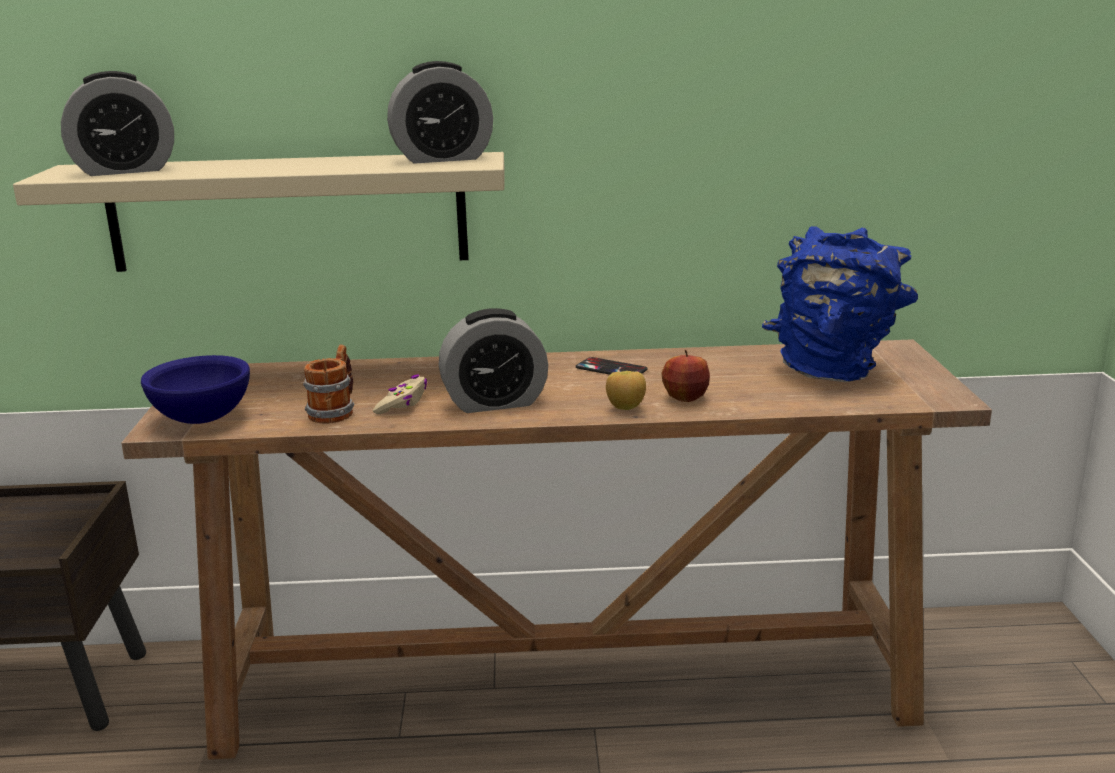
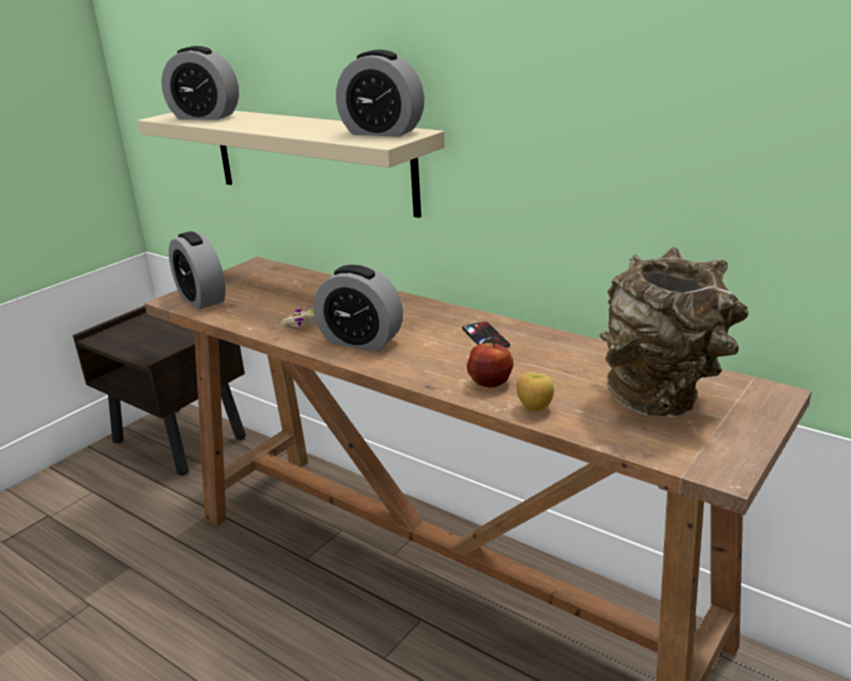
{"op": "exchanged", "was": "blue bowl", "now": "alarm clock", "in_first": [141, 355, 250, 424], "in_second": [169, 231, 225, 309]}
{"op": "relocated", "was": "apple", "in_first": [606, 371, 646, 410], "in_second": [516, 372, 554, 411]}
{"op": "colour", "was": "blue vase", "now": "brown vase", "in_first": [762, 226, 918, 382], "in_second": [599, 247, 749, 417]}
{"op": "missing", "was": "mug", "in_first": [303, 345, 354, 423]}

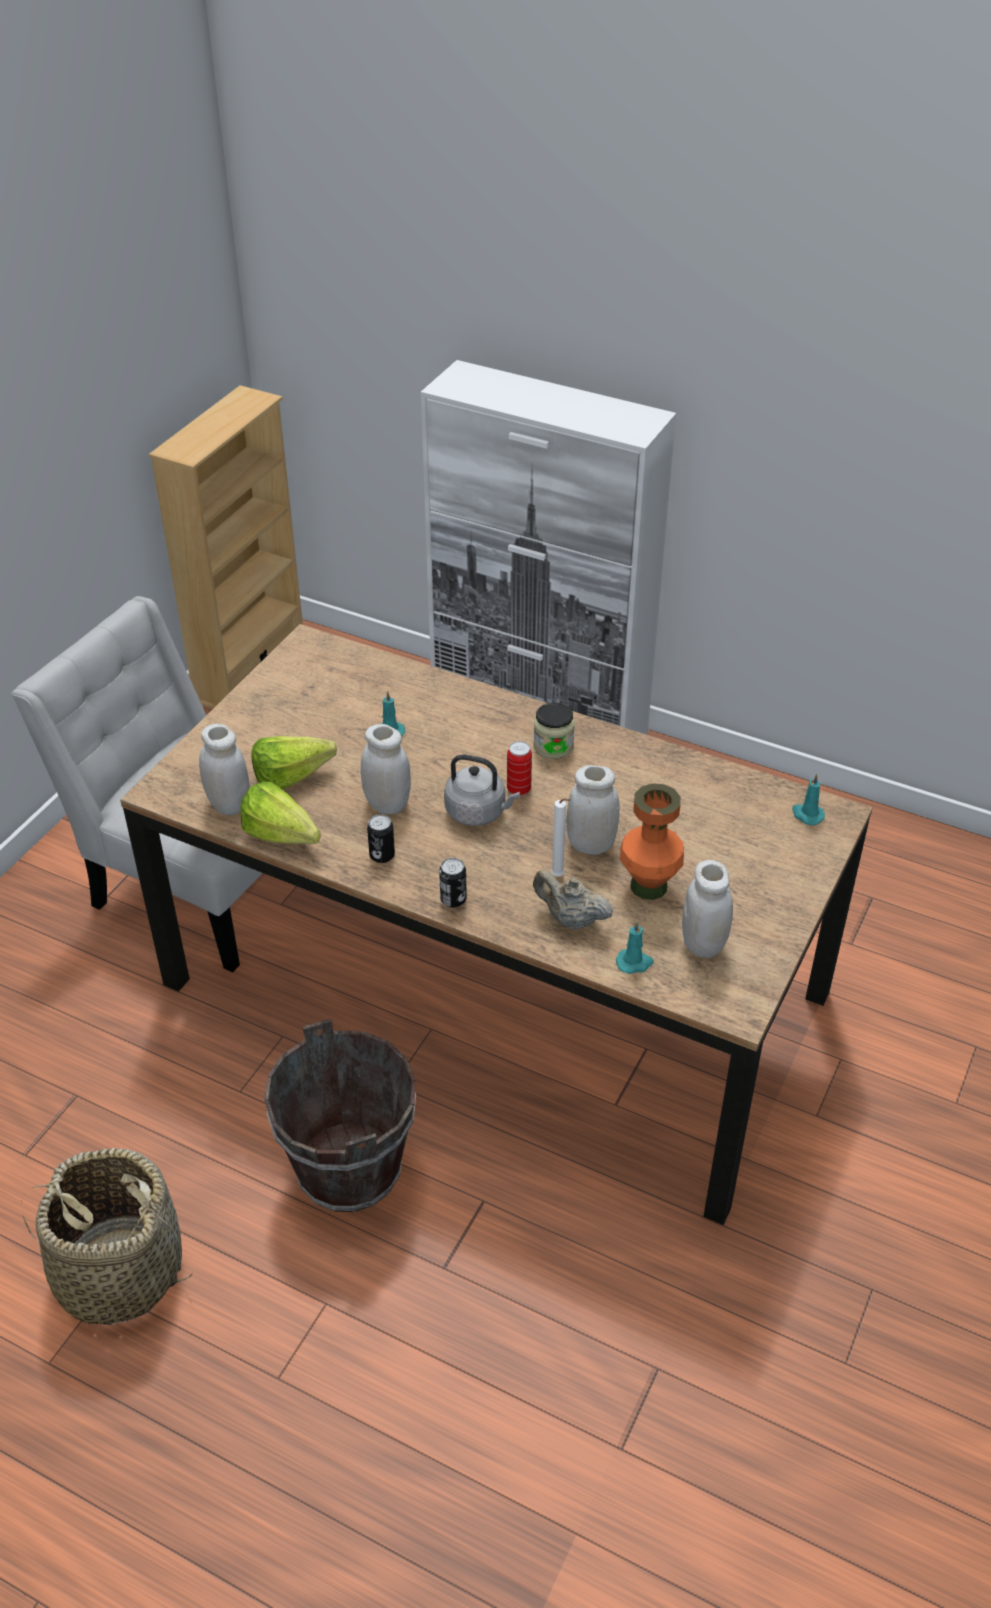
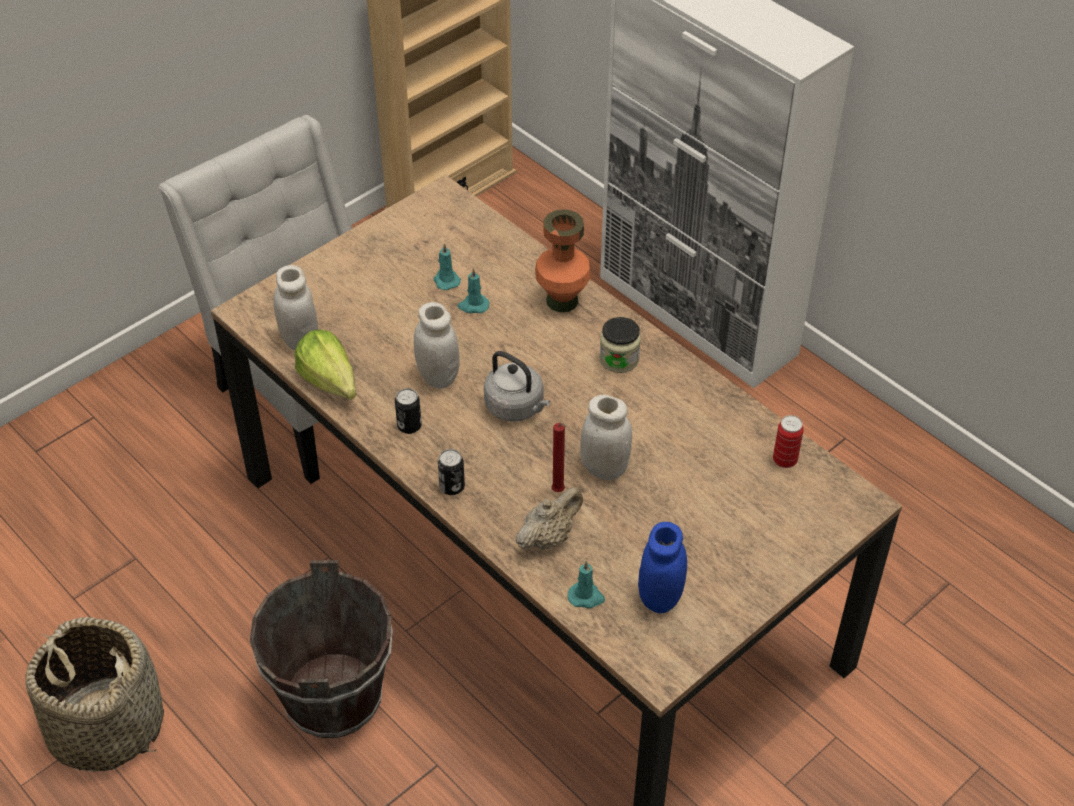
{"op": "relocated", "was": "turquoise candle", "in_first": [792, 774, 825, 825], "in_second": [434, 243, 461, 290]}
{"op": "spun", "was": "beige teapot", "in_first": [533, 870, 613, 930], "in_second": [516, 487, 583, 550], "clockwise": 90}
{"op": "relocated", "was": "orange vase", "in_first": [620, 783, 684, 900], "in_second": [535, 209, 591, 312]}
{"op": "colour", "was": "white candle", "now": "red candle", "in_first": [551, 798, 571, 877], "in_second": [552, 423, 566, 492]}
{"op": "colour", "was": "white jar", "now": "blue jar", "in_first": [682, 860, 733, 958], "in_second": [638, 522, 687, 613]}
{"op": "relocated", "was": "can", "in_first": [507, 741, 532, 796], "in_second": [773, 415, 804, 468]}
{"op": "missing", "was": "lettuce", "in_first": [251, 736, 337, 789]}

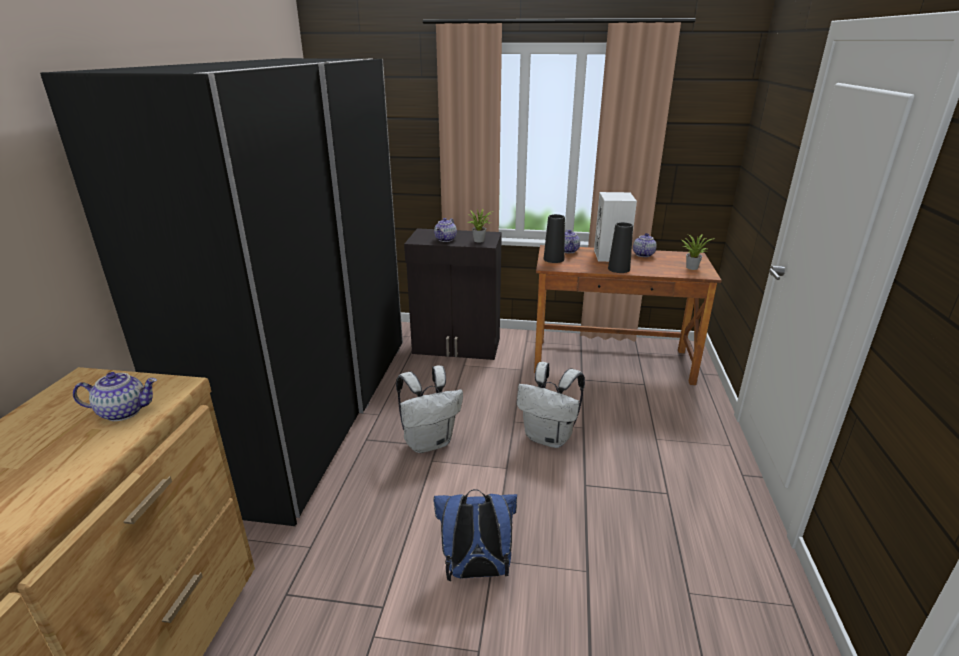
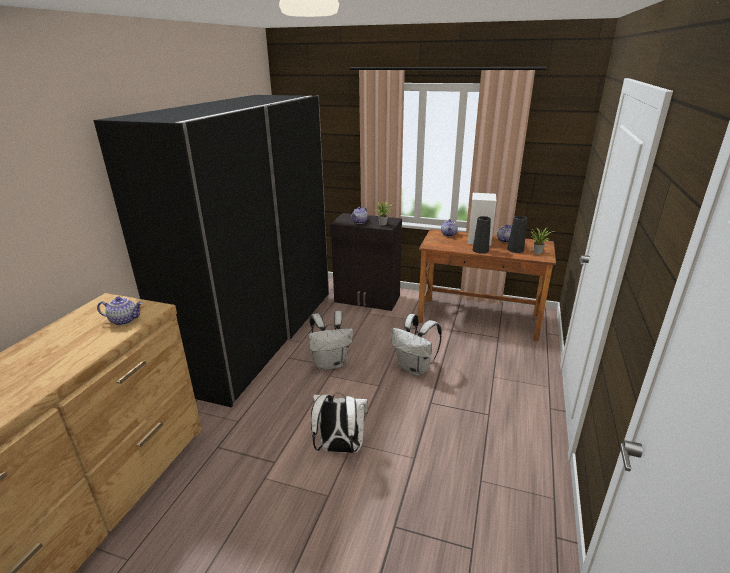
{"op": "colour", "was": "blue backpack", "now": "white backpack", "in_first": [433, 489, 517, 581], "in_second": [311, 392, 368, 453]}
{"op": "relocated", "was": "black vase", "in_first": [544, 214, 565, 263], "in_second": [507, 216, 527, 253]}

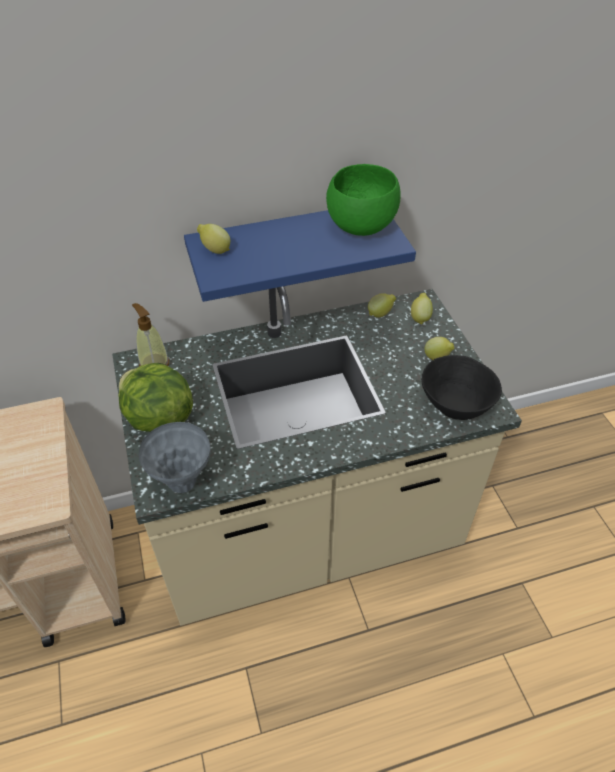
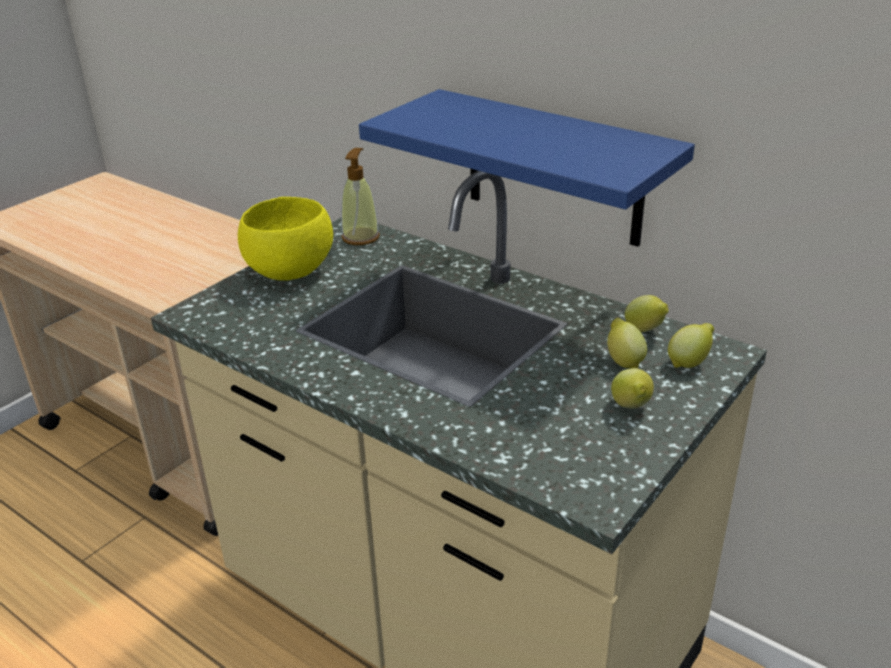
{"op": "exchanged", "was": "lettuce", "now": "yellow bowl", "in_first": [119, 363, 193, 432], "in_second": [238, 197, 333, 281]}
{"op": "relocated", "was": "lemon", "in_first": [197, 224, 230, 254], "in_second": [607, 318, 647, 369]}
{"op": "missing", "was": "grey vase", "in_first": [139, 422, 211, 493]}
{"op": "missing", "was": "green bowl", "in_first": [326, 164, 401, 236]}
{"op": "missing", "was": "black bowl", "in_first": [421, 355, 502, 420]}

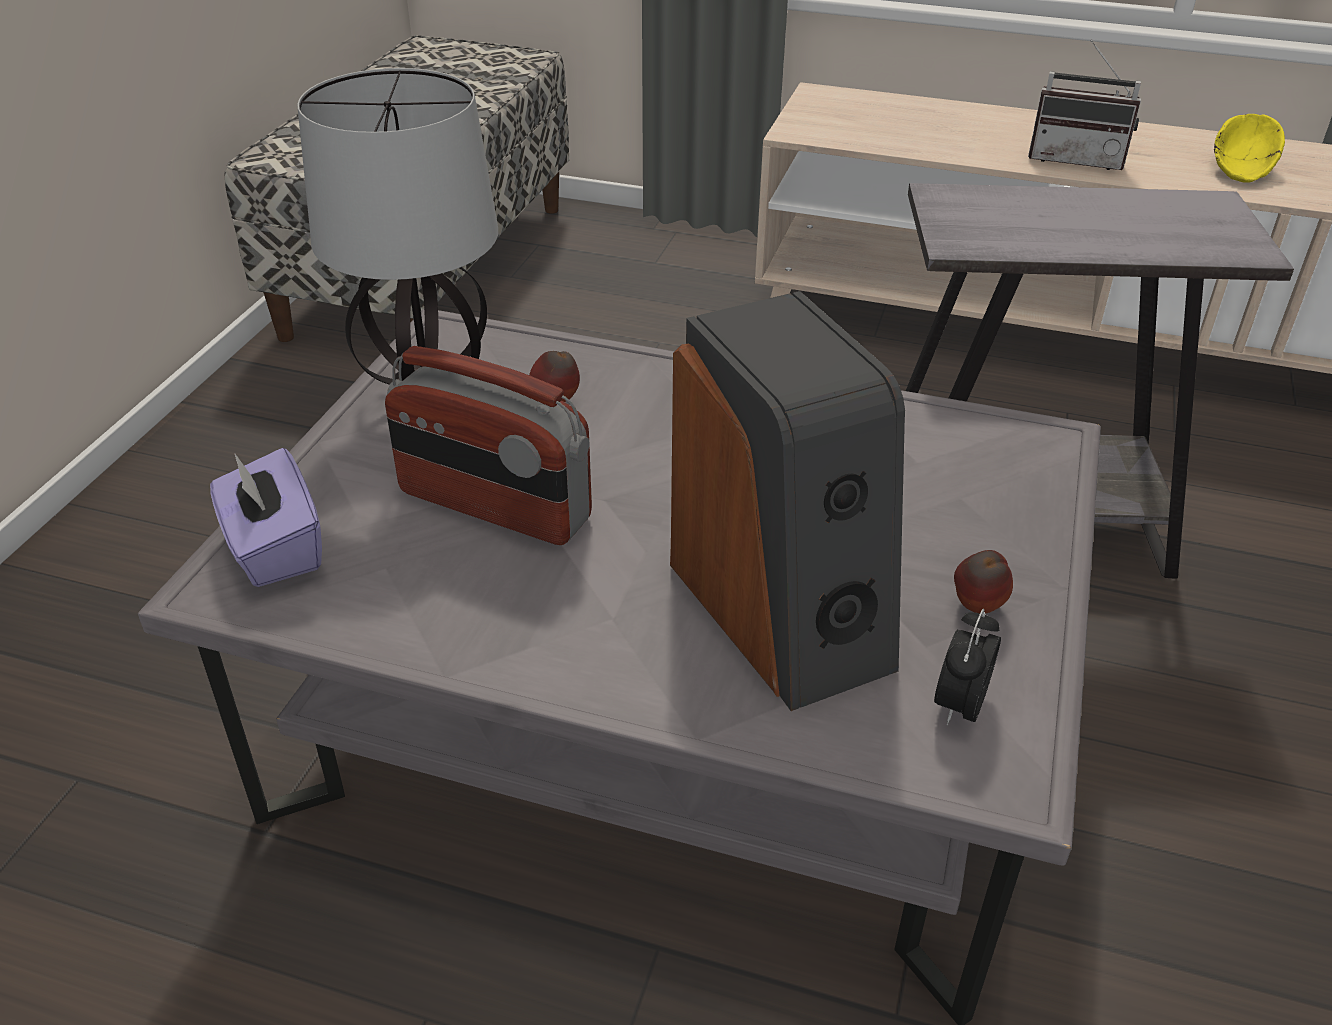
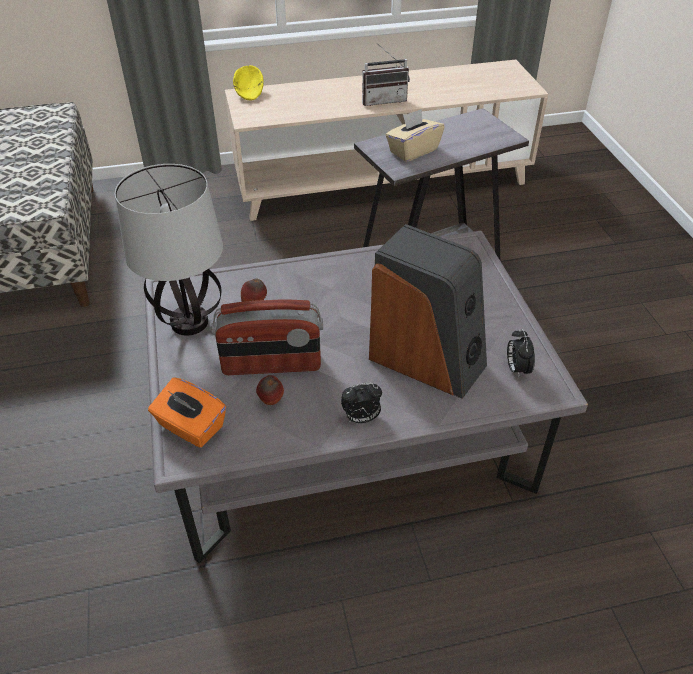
{"op": "colour", "was": "purple tissue box", "now": "orange tissue box", "in_first": [210, 448, 322, 587], "in_second": [148, 378, 226, 448]}
{"op": "relocated", "was": "yellow bowl", "in_first": [1214, 114, 1285, 183], "in_second": [233, 65, 264, 100]}
{"op": "relocated", "was": "apple", "in_first": [954, 550, 1013, 614], "in_second": [256, 375, 284, 405]}
{"op": "appeared", "now": "alarm clock", "in_second": [341, 383, 382, 423]}
{"op": "appeared", "now": "beige tissue box", "in_second": [385, 109, 445, 162]}

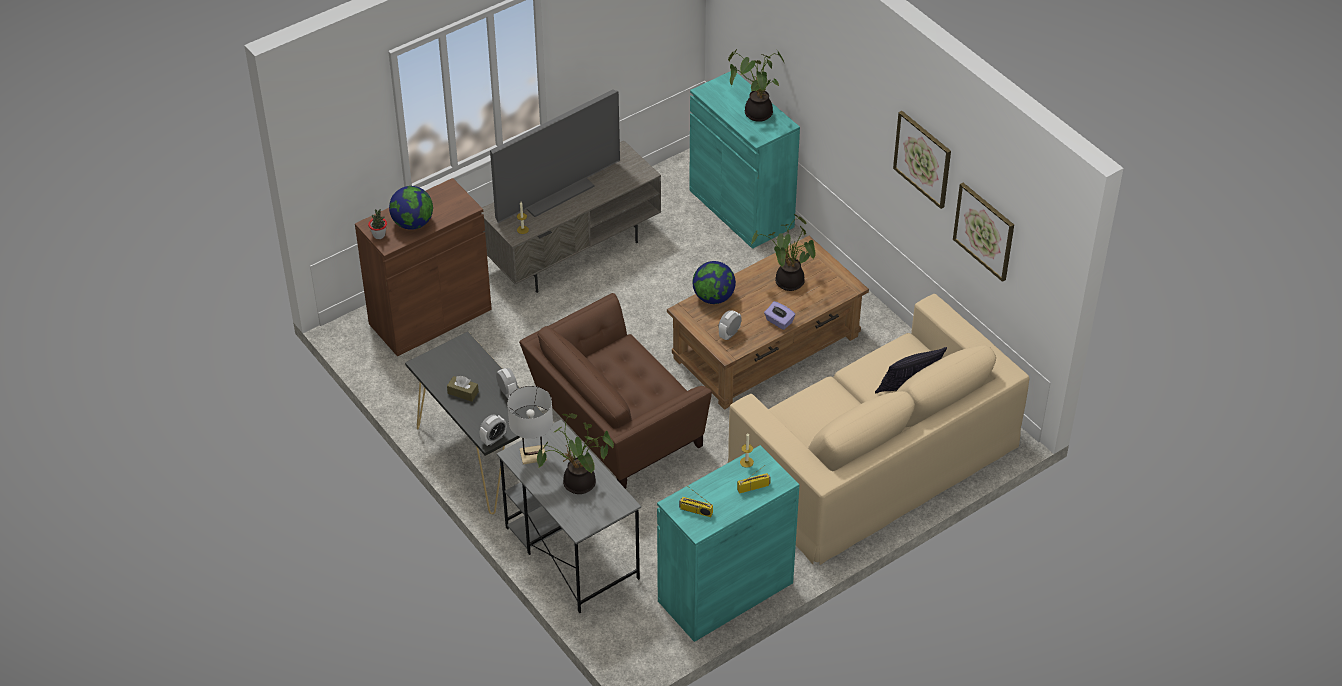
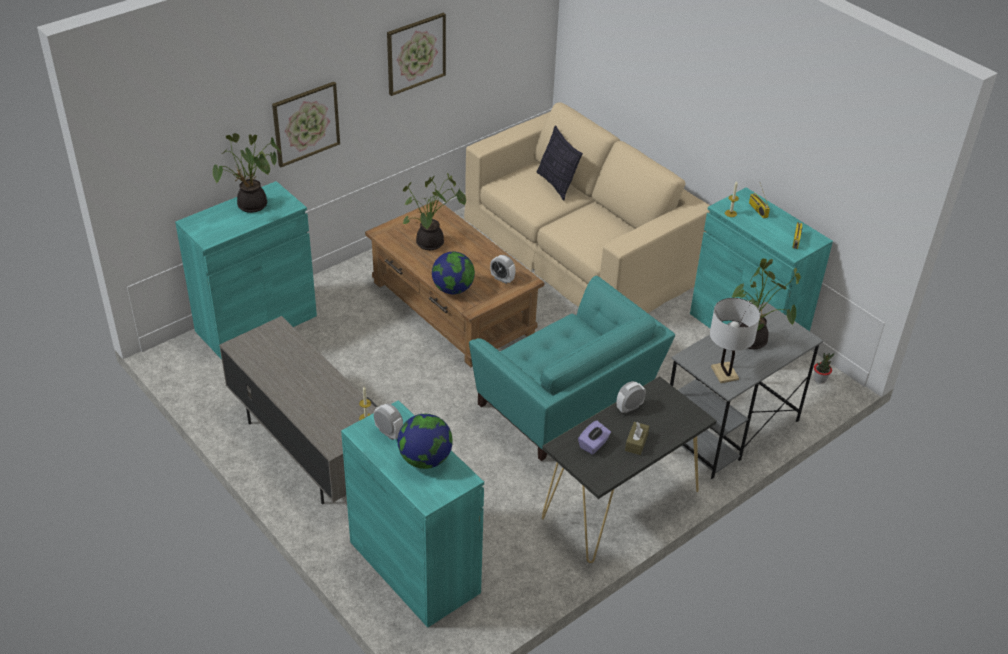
{"op": "relocated", "was": "picture", "in_first": [953, 183, 1014, 282], "in_second": [272, 82, 340, 167]}
{"op": "colour", "was": "brown cabinet", "now": "turquoise cabinet", "in_first": [355, 178, 492, 356], "in_second": [341, 400, 484, 628]}
{"op": "relocated", "was": "alarm clock", "in_first": [480, 415, 506, 446], "in_second": [374, 404, 403, 440]}
{"op": "colour", "was": "brown armchair", "now": "turquoise armchair", "in_first": [519, 293, 712, 489], "in_second": [469, 276, 675, 461]}
{"op": "relocated", "was": "purple tissue box", "in_first": [764, 301, 795, 330], "in_second": [578, 420, 611, 455]}
{"op": "relocated", "was": "potted plant", "in_first": [368, 209, 387, 239], "in_second": [814, 353, 834, 384]}
{"op": "missing", "was": "television", "in_first": [490, 90, 620, 223]}

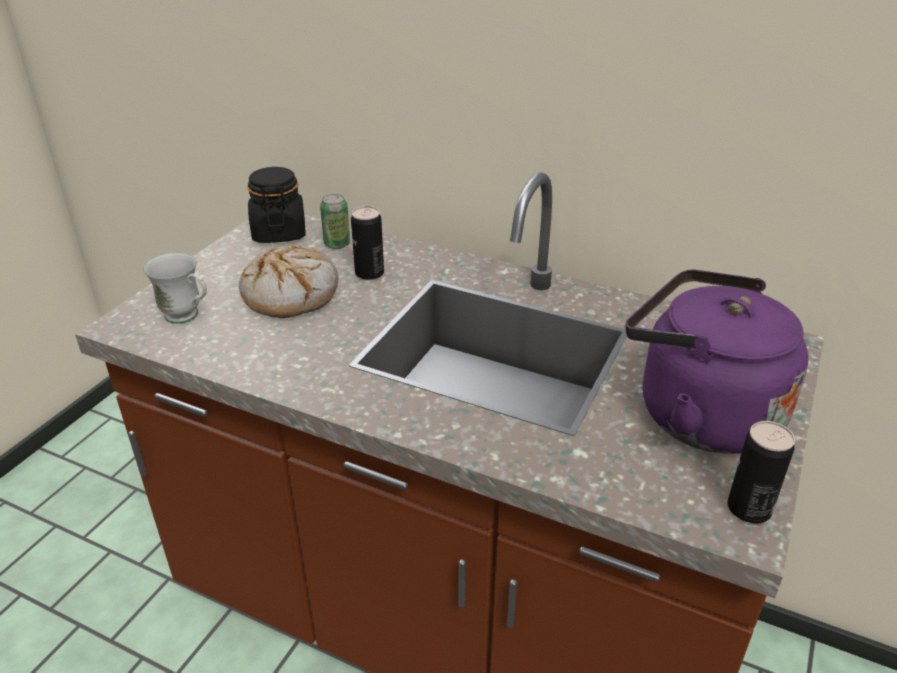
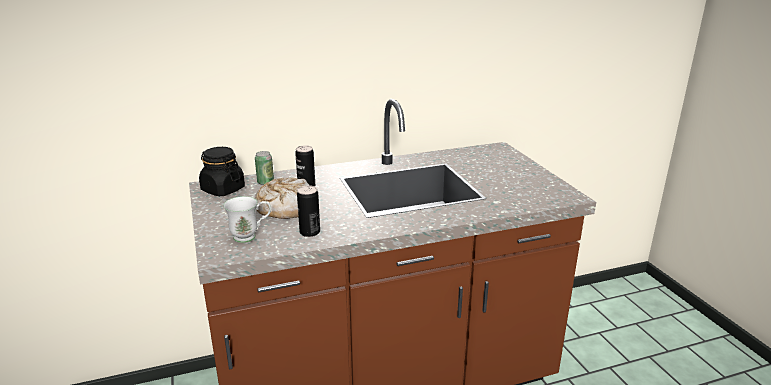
{"op": "relocated", "was": "can", "in_first": [727, 421, 795, 523], "in_second": [297, 185, 320, 237]}
{"op": "missing", "was": "purple kettle", "in_first": [625, 269, 808, 454]}

